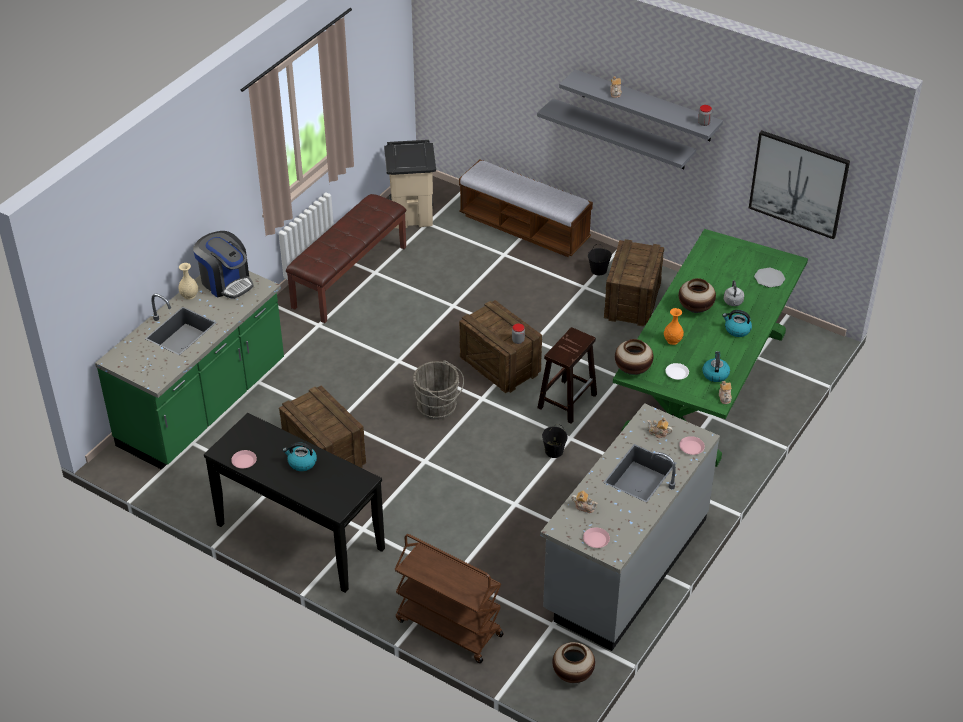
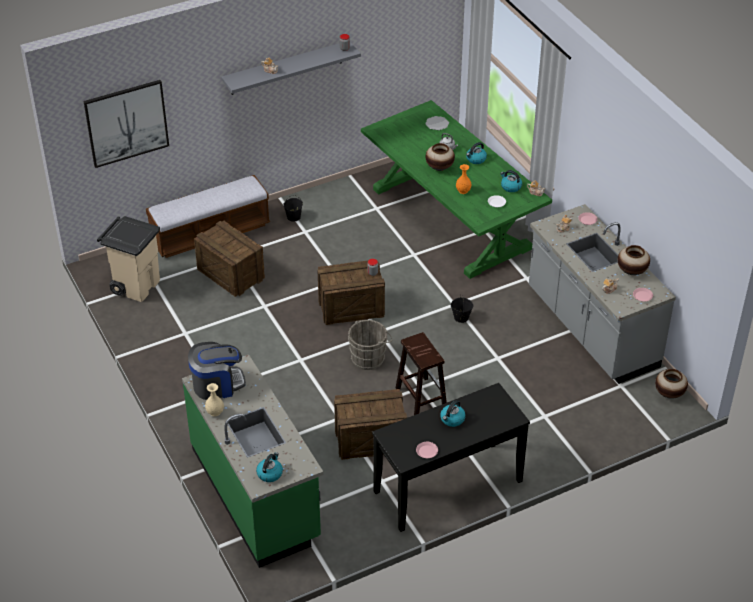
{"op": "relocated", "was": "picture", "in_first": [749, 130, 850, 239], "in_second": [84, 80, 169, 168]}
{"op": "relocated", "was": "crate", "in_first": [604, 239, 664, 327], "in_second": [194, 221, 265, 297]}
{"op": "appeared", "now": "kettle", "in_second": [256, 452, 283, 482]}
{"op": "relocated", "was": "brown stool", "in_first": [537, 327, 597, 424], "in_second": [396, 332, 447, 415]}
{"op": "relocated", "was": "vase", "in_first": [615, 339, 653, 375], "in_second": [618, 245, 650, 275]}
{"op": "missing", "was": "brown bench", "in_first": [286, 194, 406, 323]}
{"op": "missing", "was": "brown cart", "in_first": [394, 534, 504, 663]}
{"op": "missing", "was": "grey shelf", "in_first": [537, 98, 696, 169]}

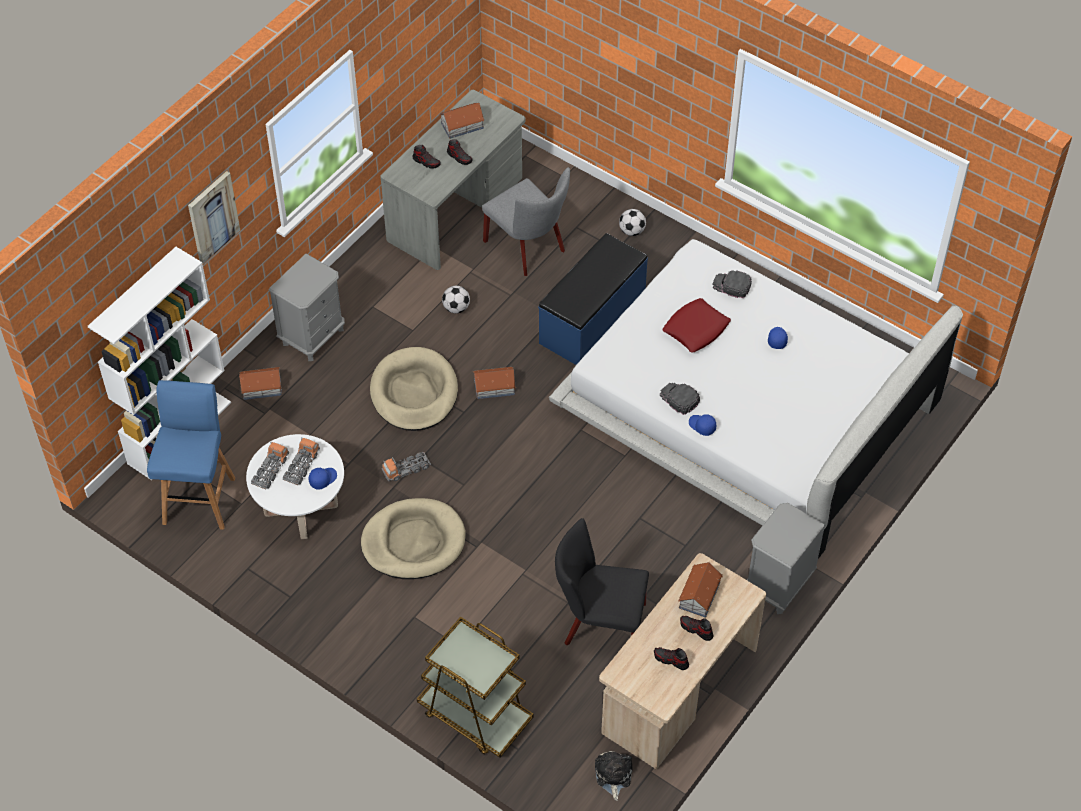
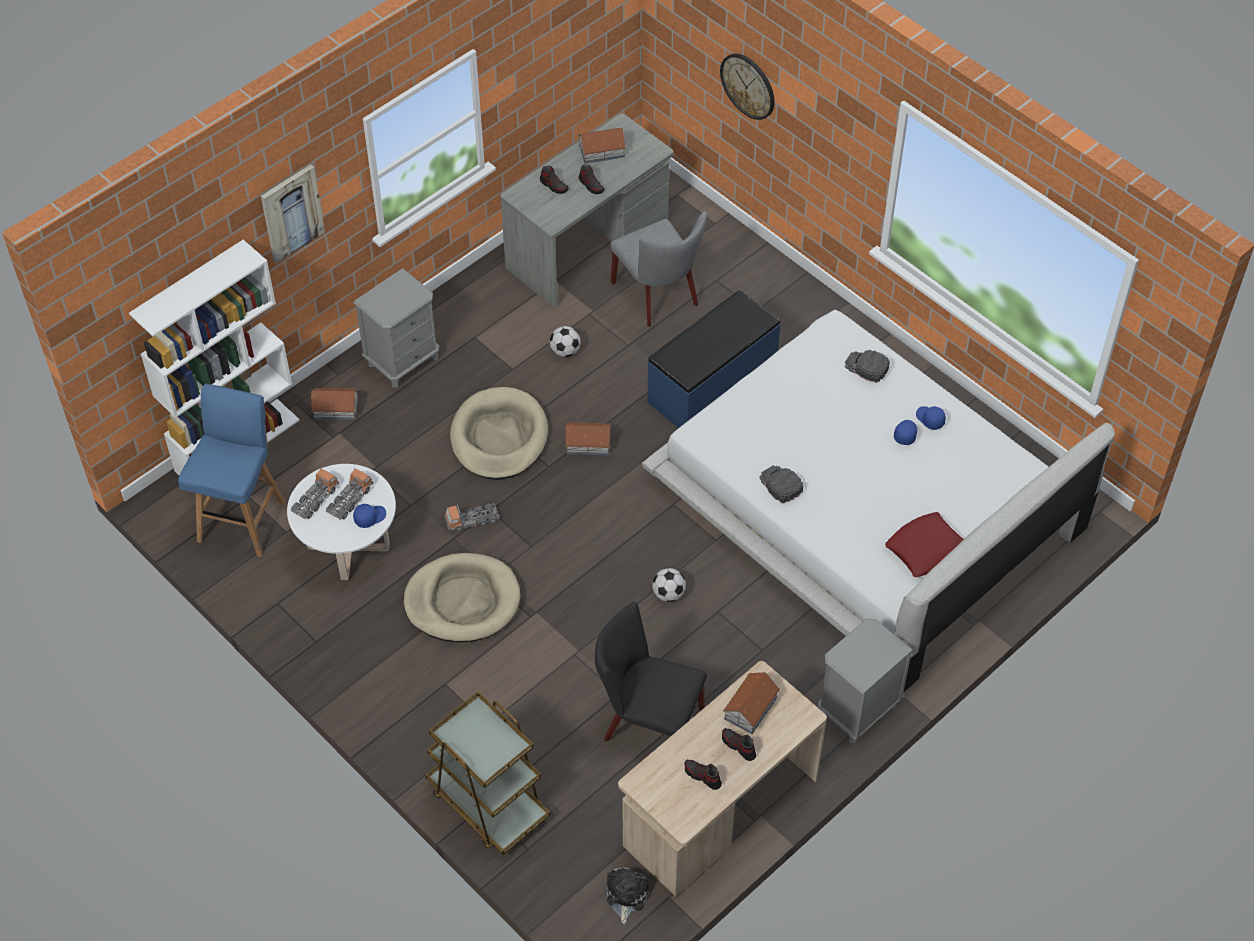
{"op": "relocated", "was": "football", "in_first": [619, 209, 646, 236], "in_second": [652, 568, 686, 602]}
{"op": "appeared", "now": "wall clock", "in_second": [720, 53, 775, 120]}
{"op": "relocated", "was": "red pillow", "in_first": [662, 298, 731, 353], "in_second": [885, 512, 964, 577]}
{"op": "relocated", "was": "blue cap", "in_first": [689, 414, 716, 436], "in_second": [916, 406, 946, 430]}

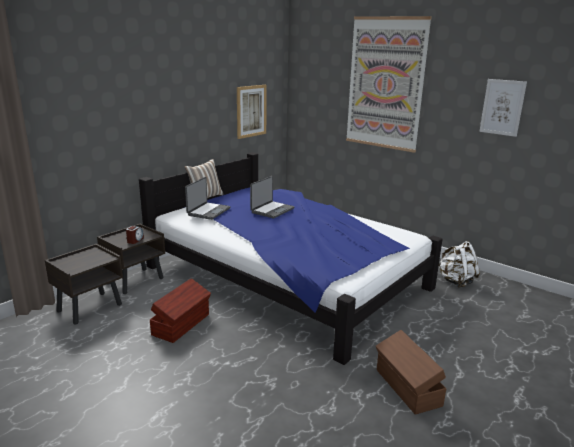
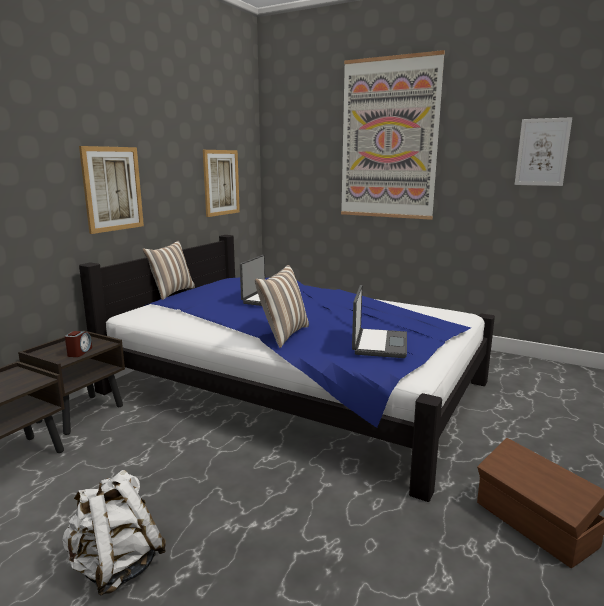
{"op": "relocated", "was": "white backpack", "in_first": [439, 241, 480, 288], "in_second": [62, 470, 166, 596]}
{"op": "appeared", "now": "picture", "in_second": [79, 146, 144, 234]}
{"op": "appeared", "now": "pillow", "in_second": [255, 265, 309, 348]}
{"op": "relocated", "was": "laptop", "in_first": [185, 177, 231, 220], "in_second": [352, 285, 407, 358]}
{"op": "missing", "was": "brown storage box", "in_first": [150, 278, 211, 343]}

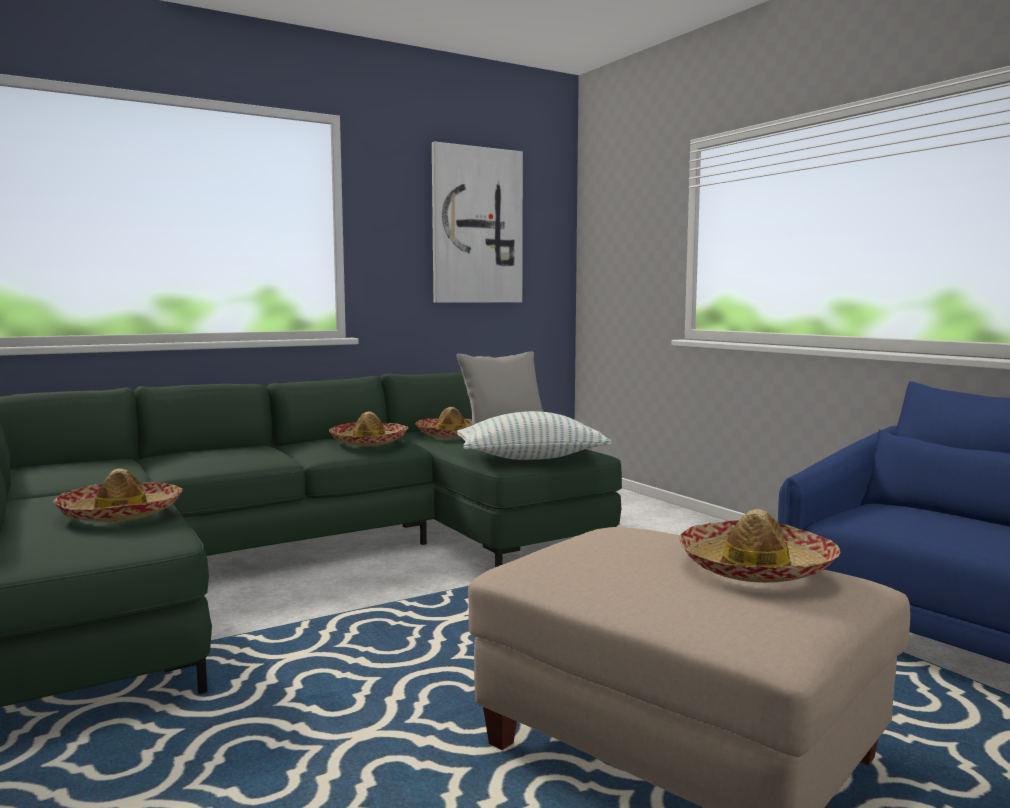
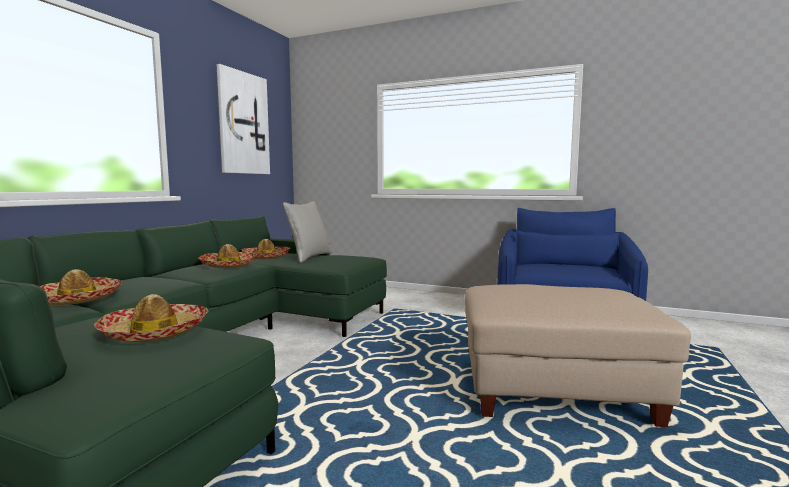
{"op": "relocated", "was": "hat", "in_first": [679, 509, 841, 583], "in_second": [39, 269, 122, 305]}
{"op": "missing", "was": "pillow", "in_first": [457, 411, 612, 460]}

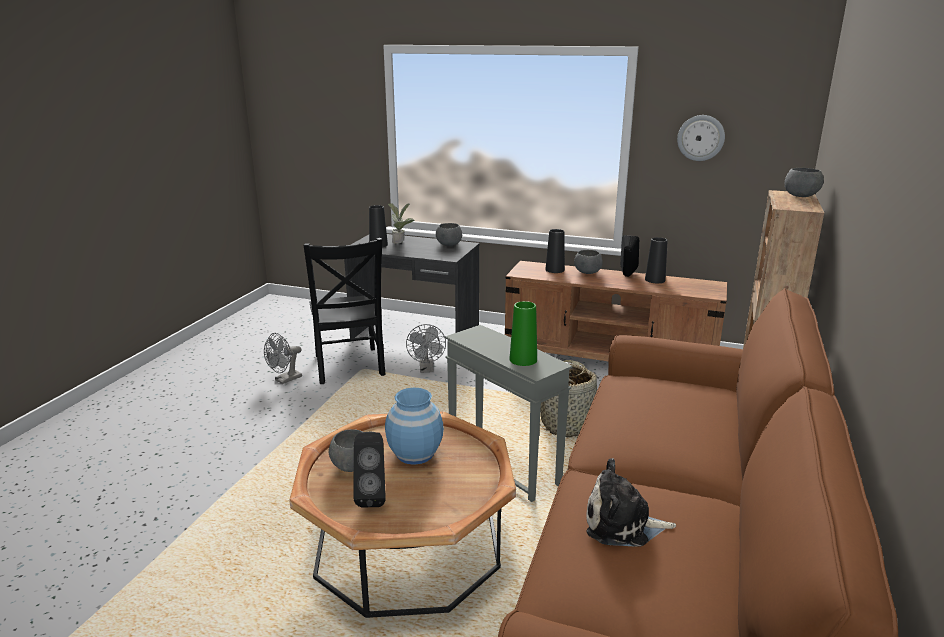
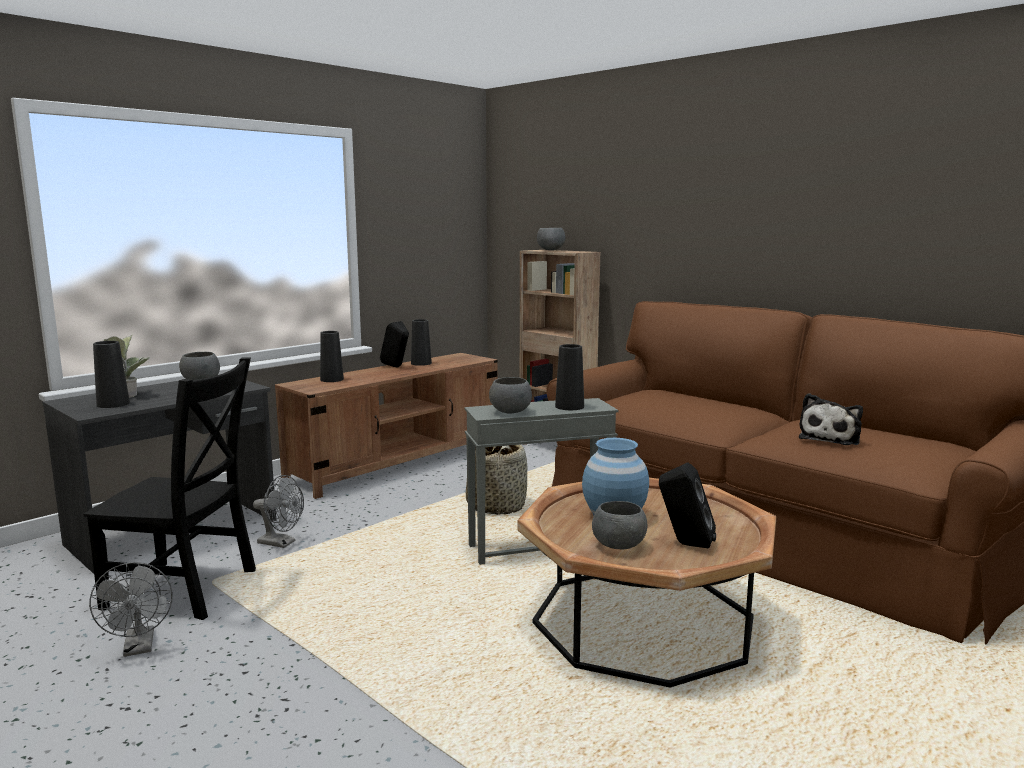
{"op": "relocated", "was": "grey bowl", "in_first": [574, 250, 603, 274], "in_second": [489, 377, 532, 413]}
{"op": "colour", "was": "green vase", "now": "black vase", "in_first": [510, 301, 537, 366], "in_second": [555, 344, 584, 410]}
{"op": "missing", "was": "wall clock", "in_first": [677, 115, 725, 161]}

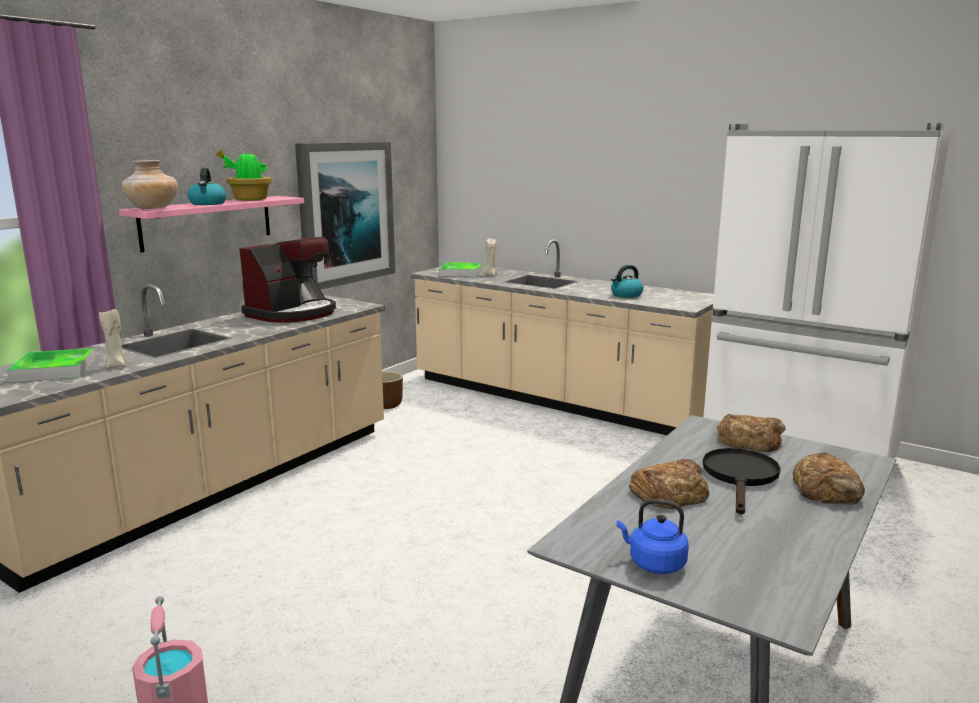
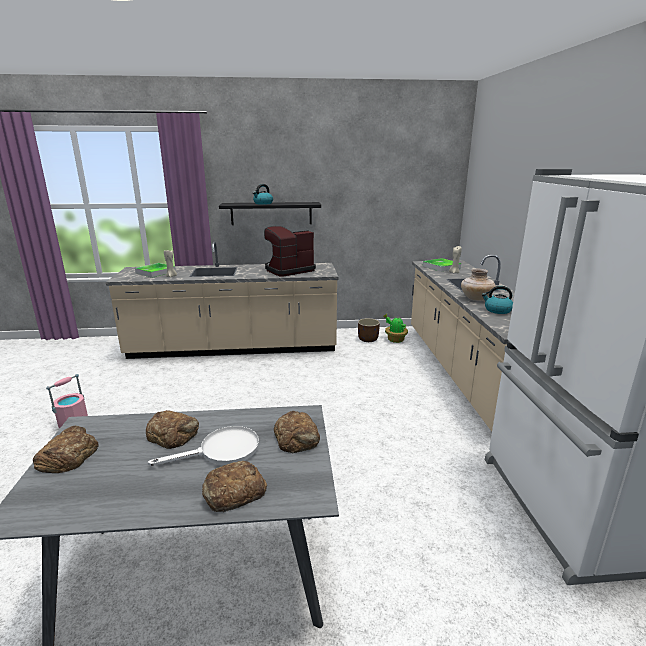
{"op": "exchanged", "was": "blue kettle", "now": "bread", "in_first": [617, 499, 689, 574], "in_second": [33, 426, 99, 473]}
{"op": "colour", "was": "black frying pan", "now": "white frying pan", "in_first": [703, 448, 781, 515], "in_second": [148, 426, 259, 466]}
{"op": "colour", "was": "pink shelf", "now": "black shelf", "in_first": [119, 196, 304, 252], "in_second": [219, 202, 321, 225]}
{"op": "spun", "was": "coffee machine", "in_first": [239, 237, 336, 323], "in_second": [264, 226, 316, 277], "clockwise": 150}
{"op": "relocated", "was": "potted plant", "in_first": [215, 149, 272, 201], "in_second": [384, 314, 408, 343]}
{"op": "relocated", "was": "beige vase", "in_first": [122, 160, 178, 209], "in_second": [461, 269, 496, 301]}
{"op": "missing", "was": "picture", "in_first": [295, 142, 395, 290]}

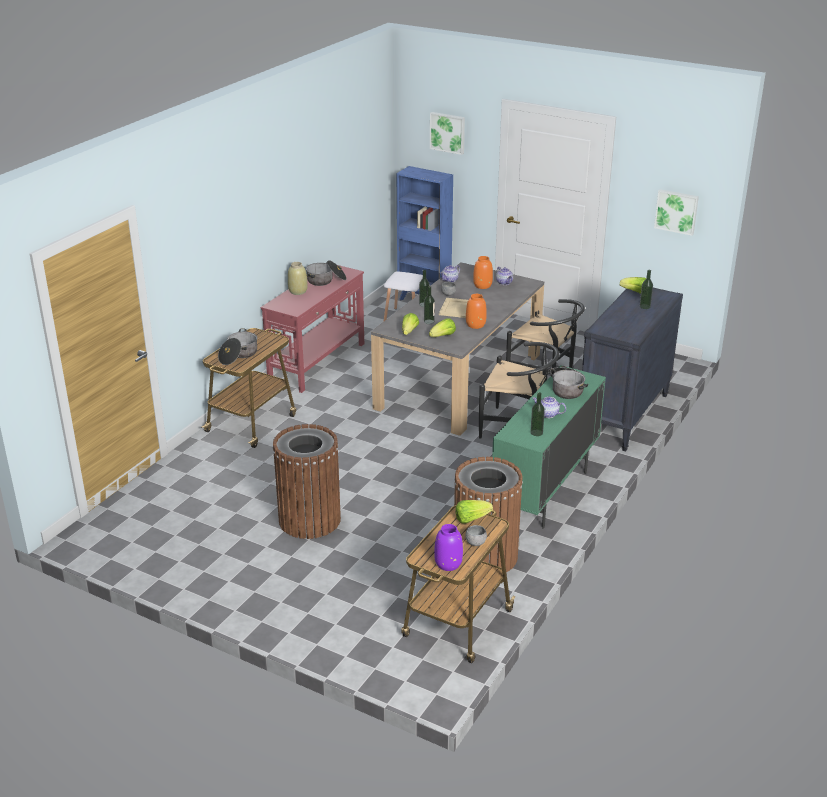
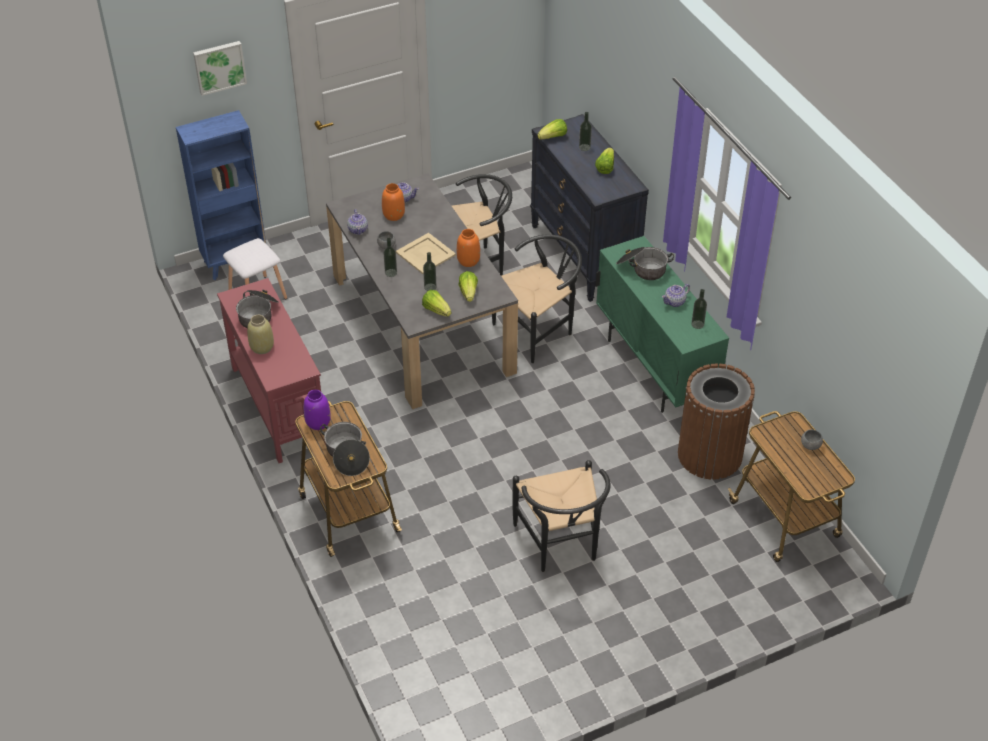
{"op": "relocated", "was": "purple vase", "in_first": [434, 524, 463, 571], "in_second": [304, 390, 331, 430]}
{"op": "exchanged", "was": "brown trash can", "now": "black chair", "in_first": [273, 424, 341, 539], "in_second": [513, 460, 611, 572]}
{"op": "relocated", "was": "lettuce", "in_first": [455, 500, 493, 523], "in_second": [595, 148, 614, 174]}
{"op": "missing", "was": "picture", "in_first": [654, 189, 699, 236]}

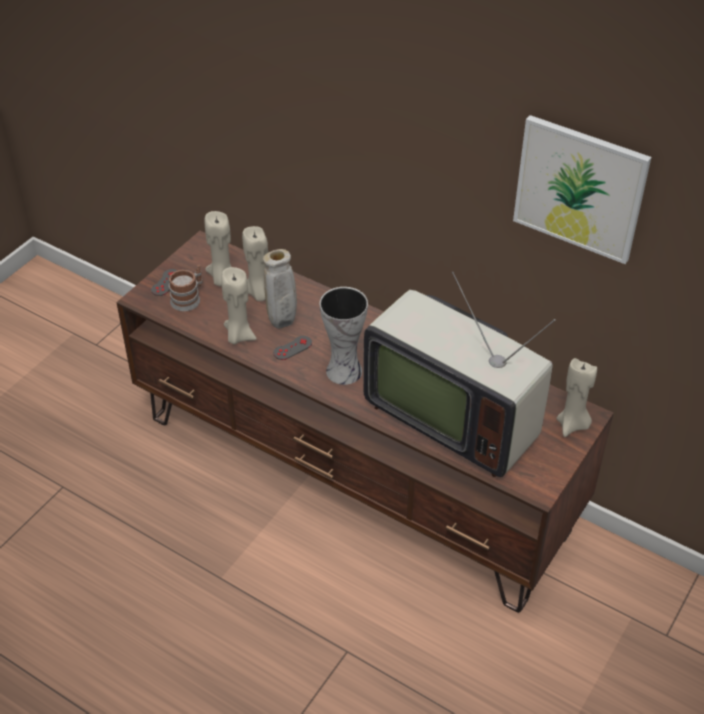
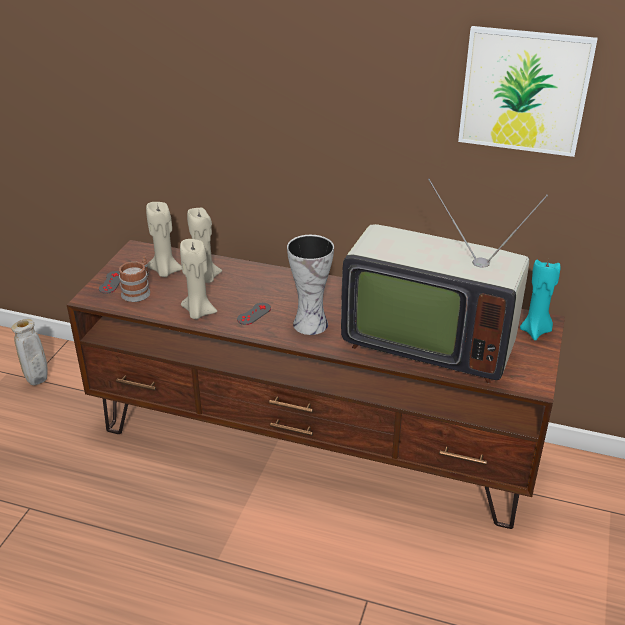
{"op": "relocated", "was": "beige vase", "in_first": [263, 249, 297, 328], "in_second": [11, 319, 48, 385]}
{"op": "colour", "was": "beige candle", "now": "turquoise candle", "in_first": [557, 358, 597, 437], "in_second": [520, 259, 560, 340]}

